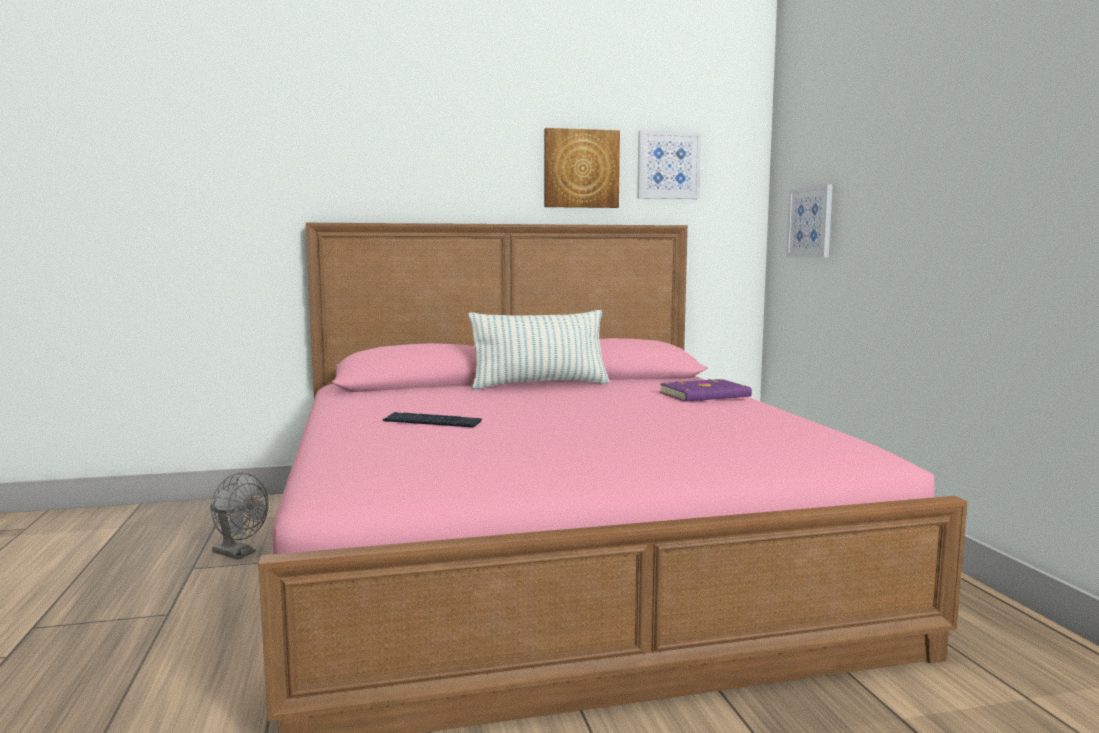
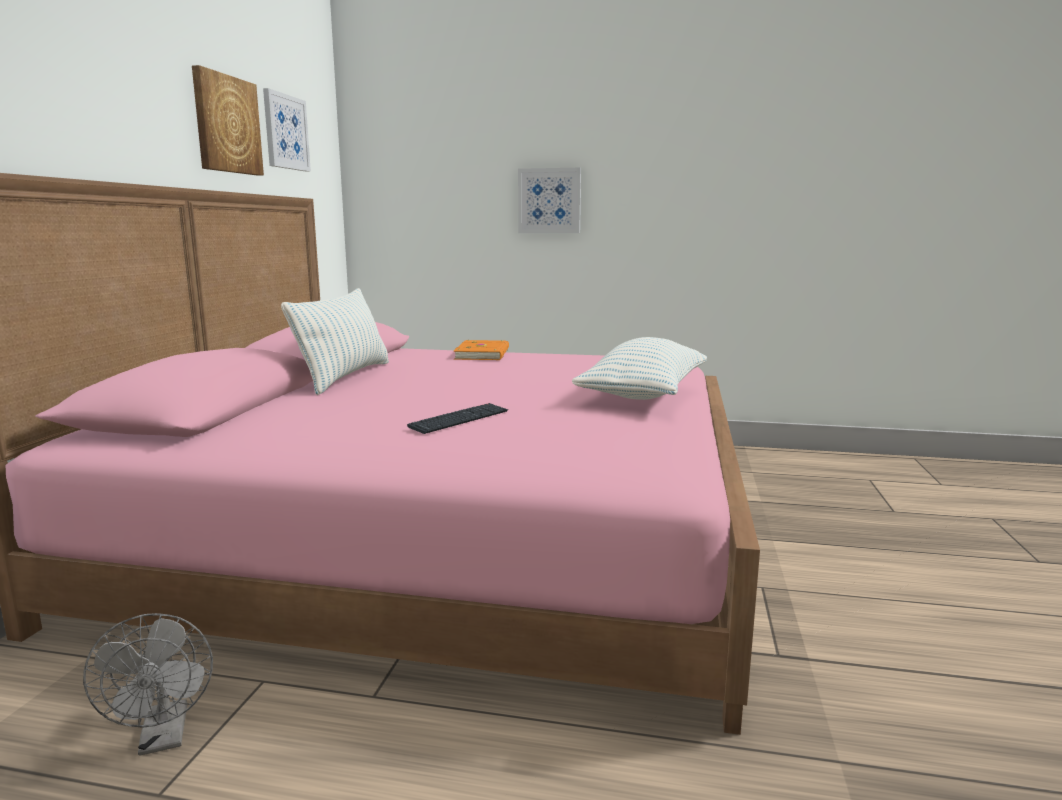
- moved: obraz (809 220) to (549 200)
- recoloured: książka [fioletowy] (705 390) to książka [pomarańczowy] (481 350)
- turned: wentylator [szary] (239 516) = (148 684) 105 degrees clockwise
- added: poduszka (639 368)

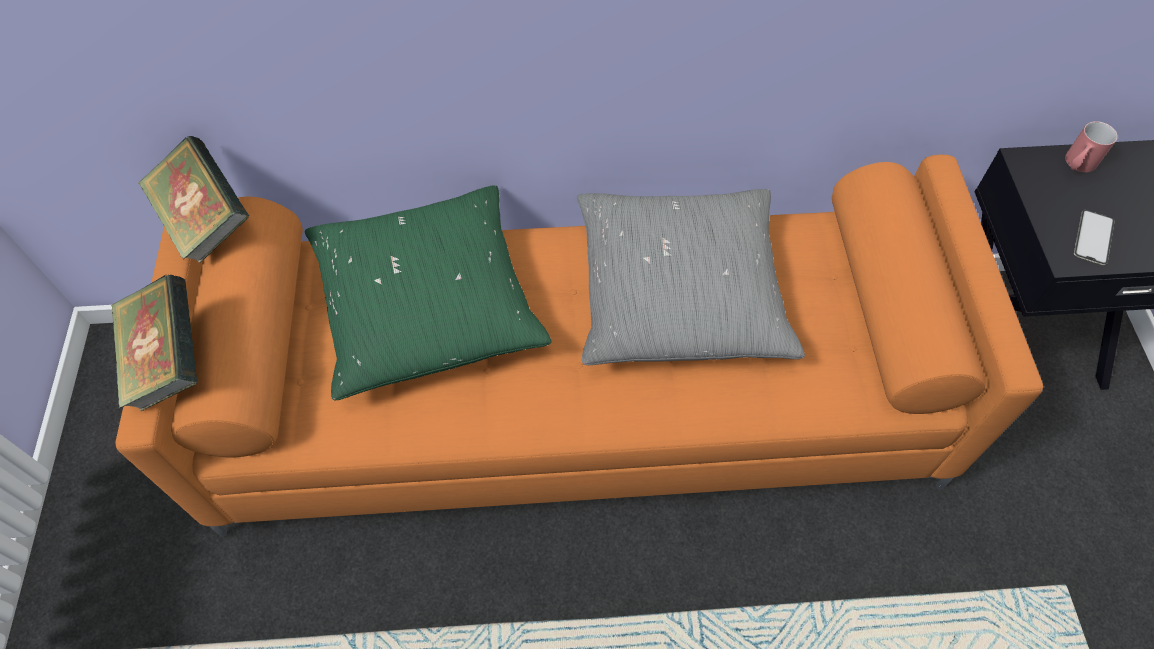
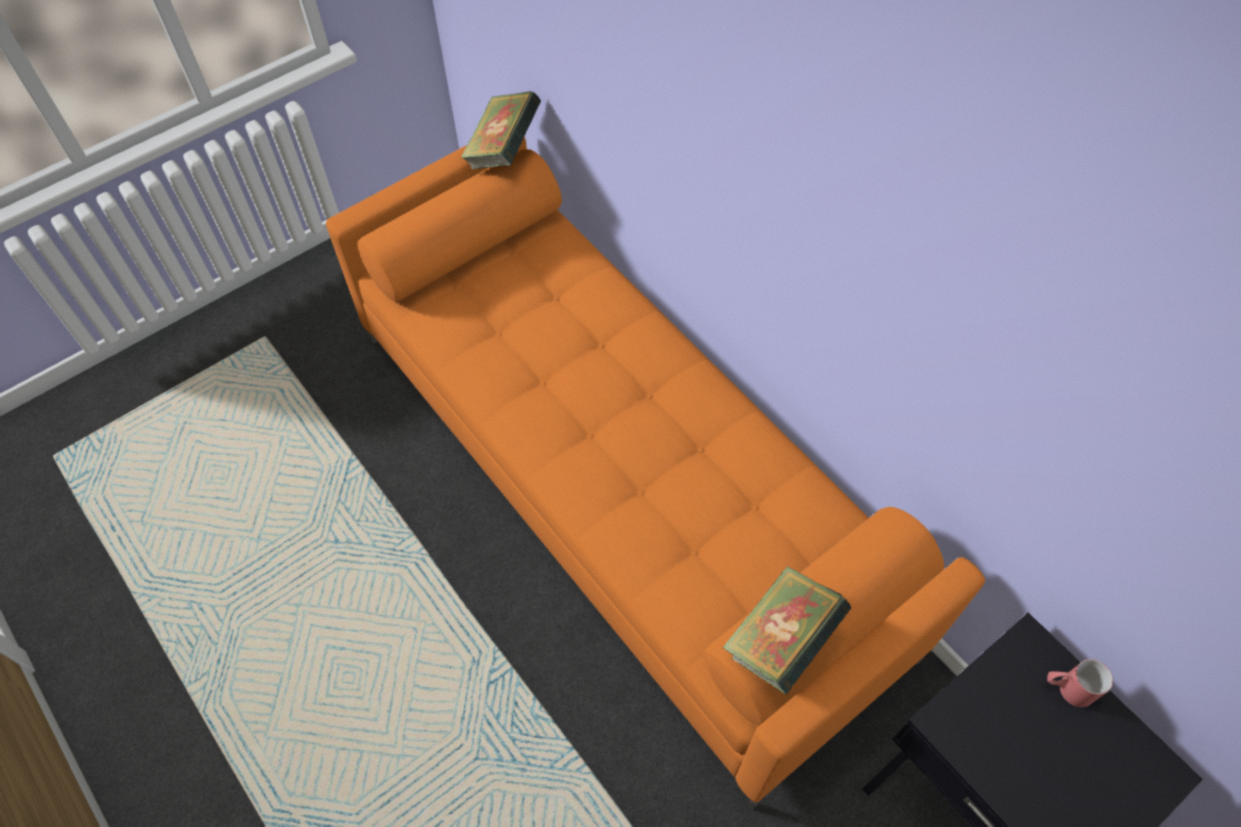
- removed: poduszka [zielony] (428 292)
- removed: poduszka [szary] (691 277)
- removed: telefon (1094 237)
- moved: książka (154 342) to (787 630)

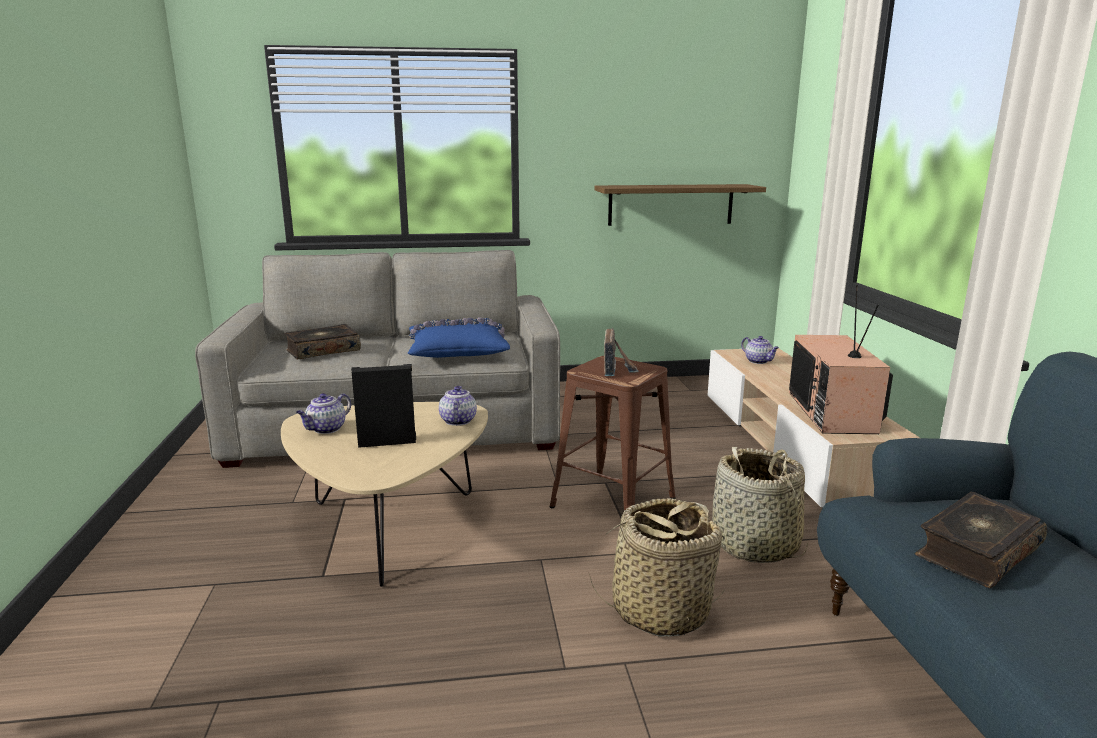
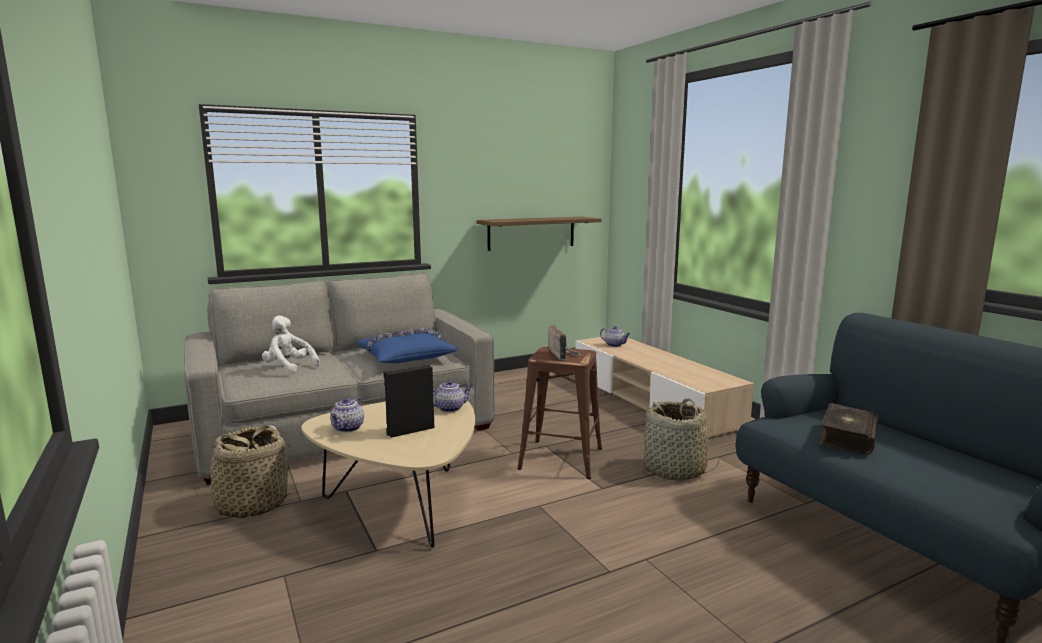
- removed: telewizor (841 359)
- replaced: książka (322 342) to pluszak [biały] (291 344)
- turned: imbryk (458 406) = (453 396) 90 degrees clockwise
- moved: koszyk (657 567) to (245 472)

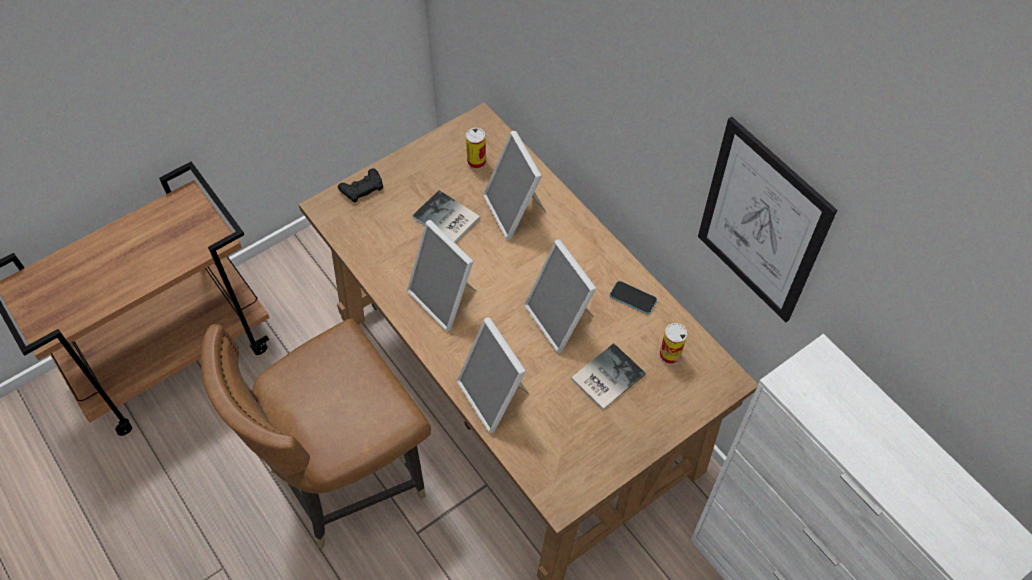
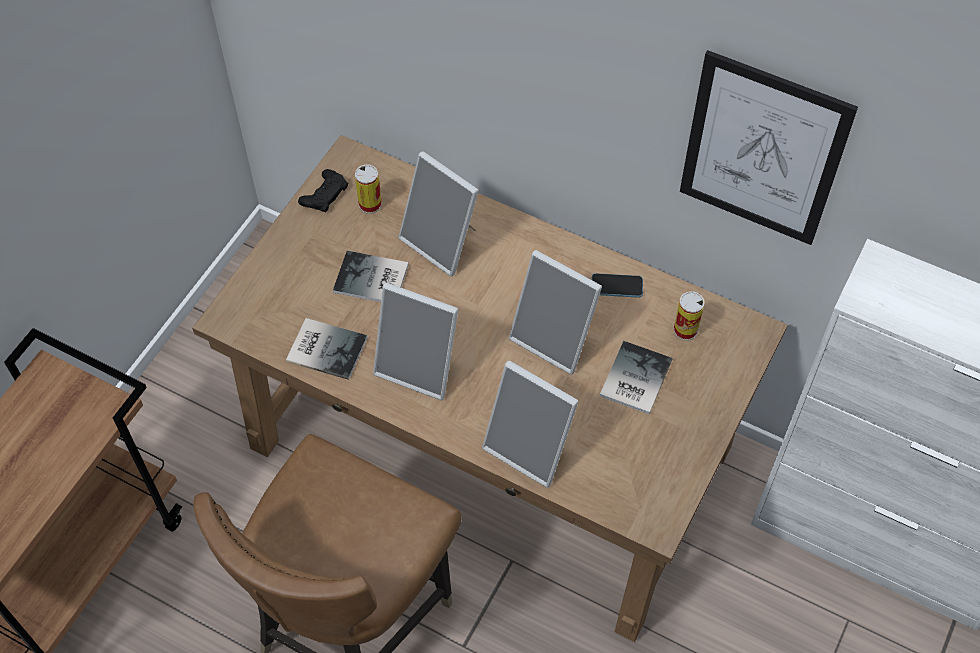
- moved: pad do gier [czarny] (360 185) to (323 190)
- added: książka (326 349)

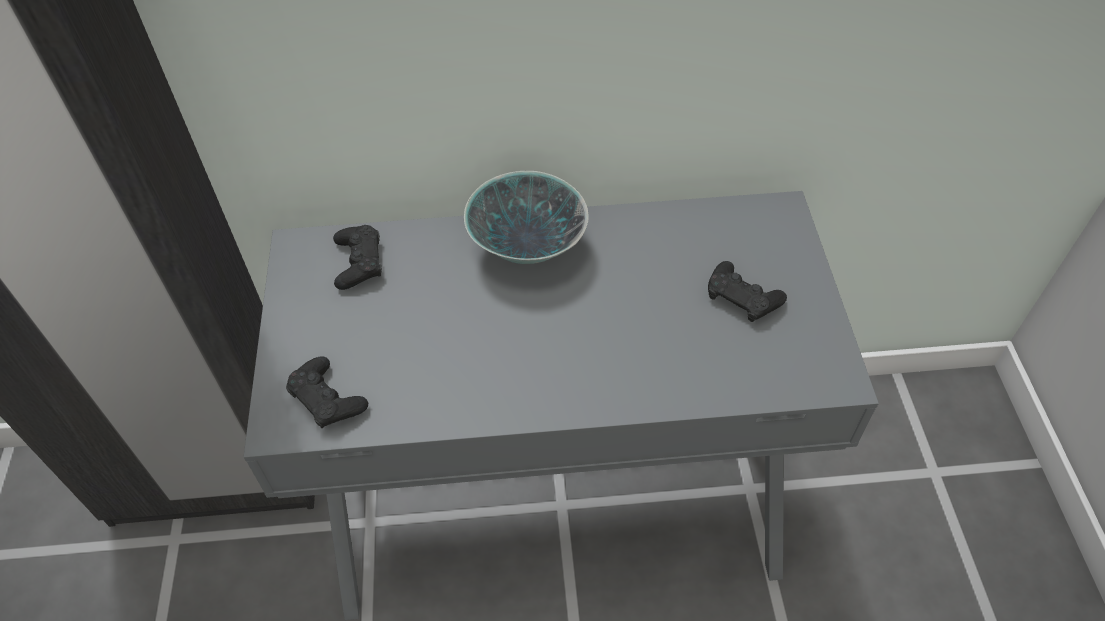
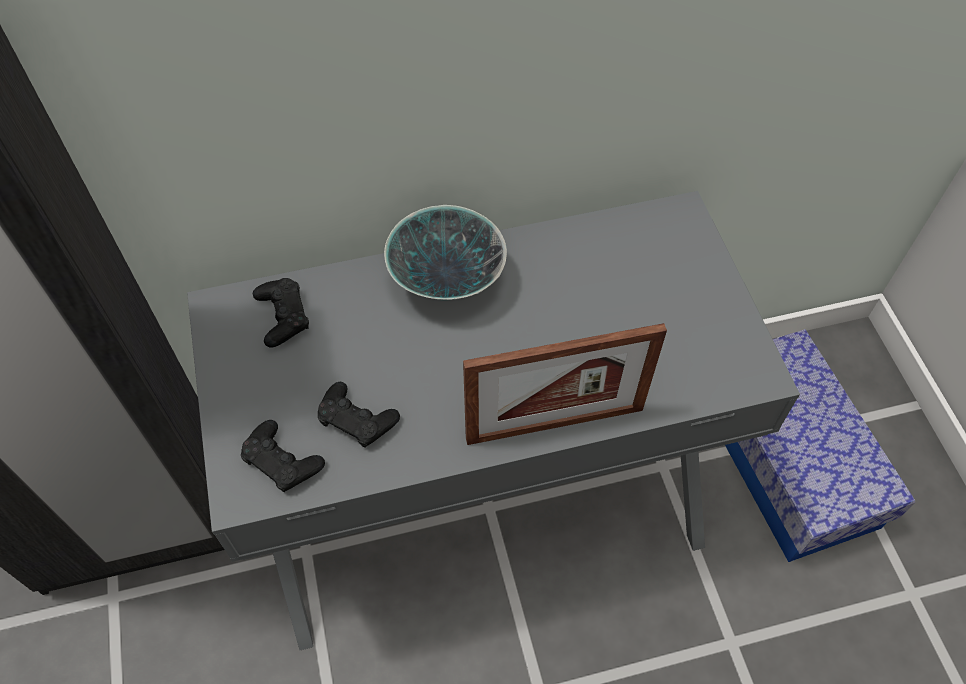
- moved: pad do gier [czarny] (747 291) to (359 415)
- added: ramka na zdjęcie (565 384)
- added: pojemnik do przechowywania (820 445)

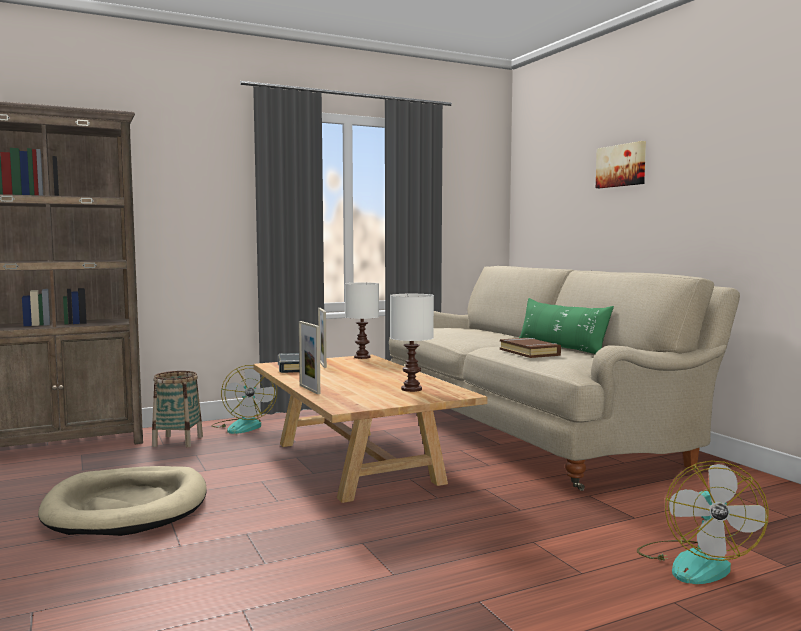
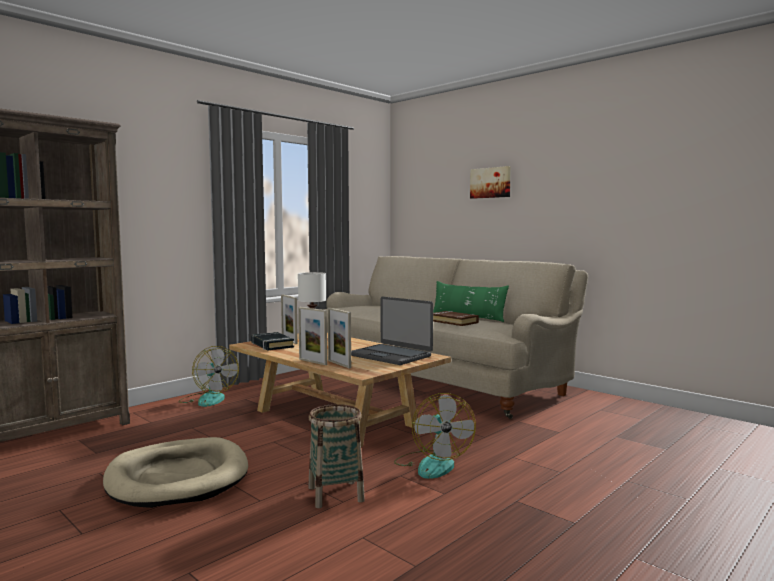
- replaced: lampa stołowa [biały] (412 343) to laptop (392 331)
- moved: koszyk (177 409) to (337 456)
- moved: wentylator (703 522) to (435 436)
- added: ramka na zdjęcie (339 338)

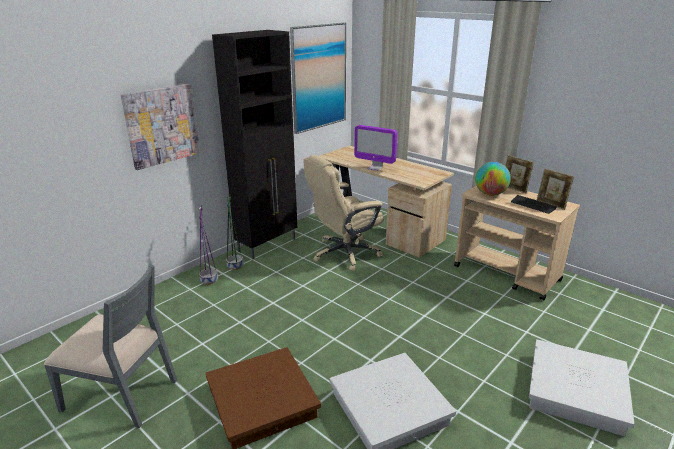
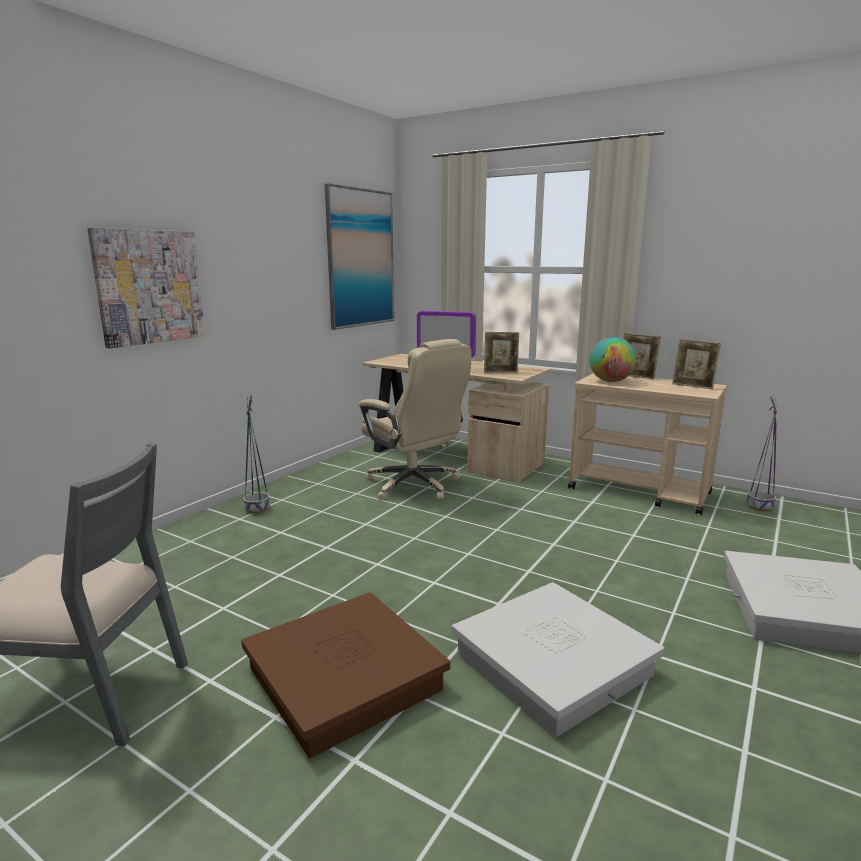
- removed: szafka [czarny] (254 144)
- turned: krzesło biurowe [beżowy] (343 213) = (415 419) 90 degrees counterclockwise
- removed: klawiatura (534 204)
- moved: donica [fioletowy] (208 245) to (761 453)
- added: ramka na zdjęcie (501 352)

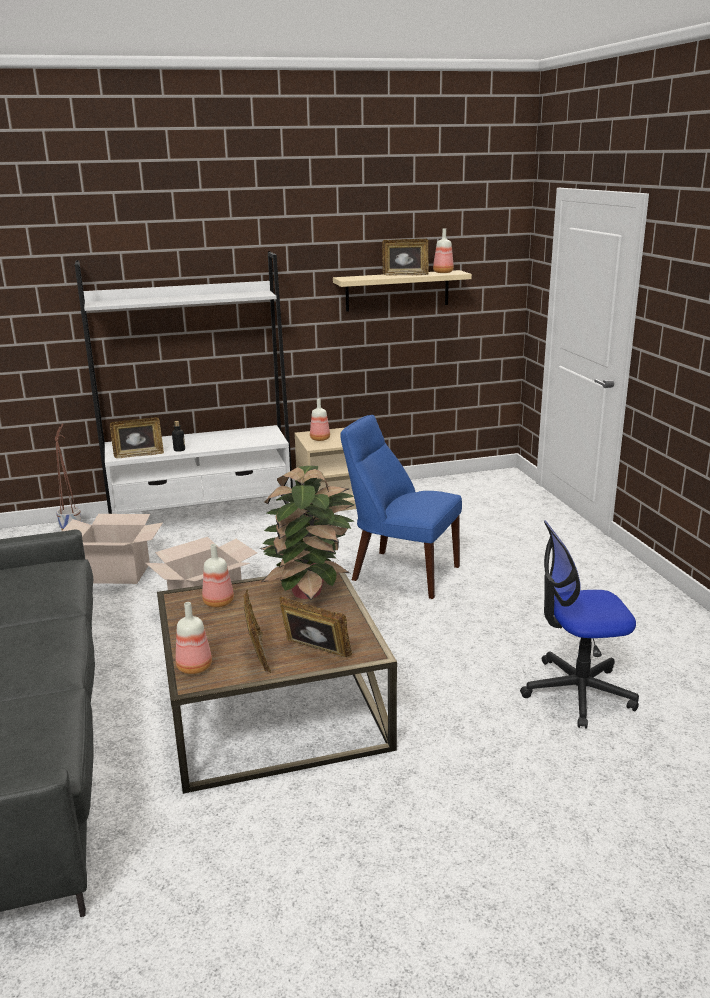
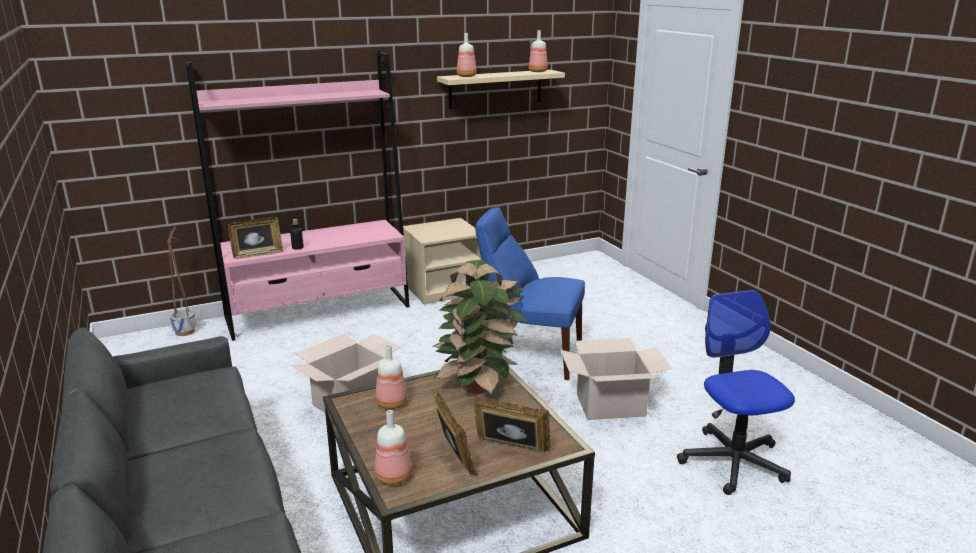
- removed: ramka na zdjęcie (405 257)
- recoloured: regał [biały] (184 382) to regał [różowy] (297 196)
- moved: butelka (320 419) to (467 55)
- moved: karton (112 549) to (616 379)
- turned: krzesło biurowe (579 625) = (736 392) 90 degrees clockwise

